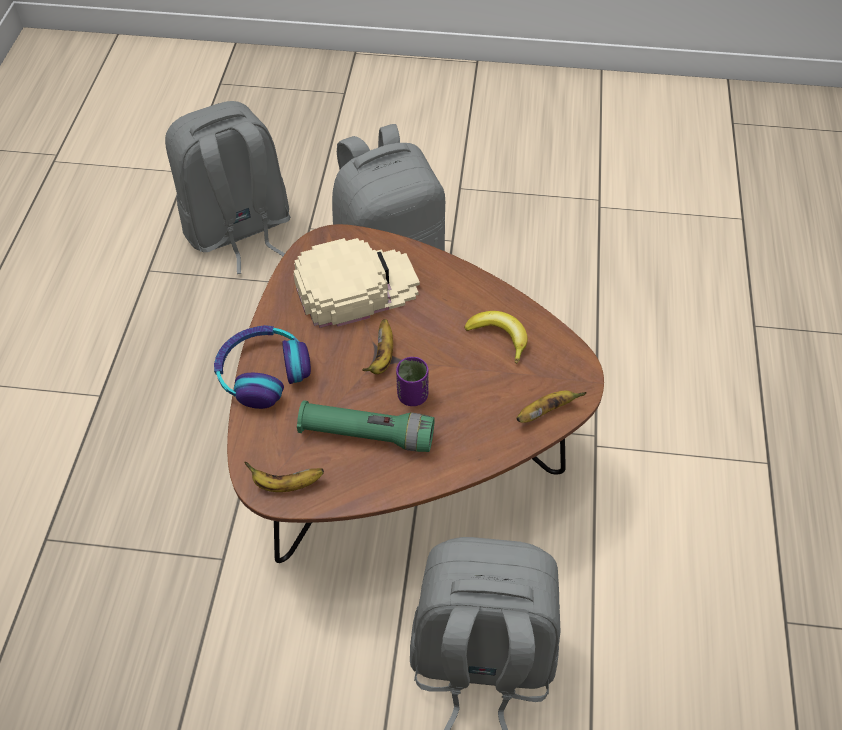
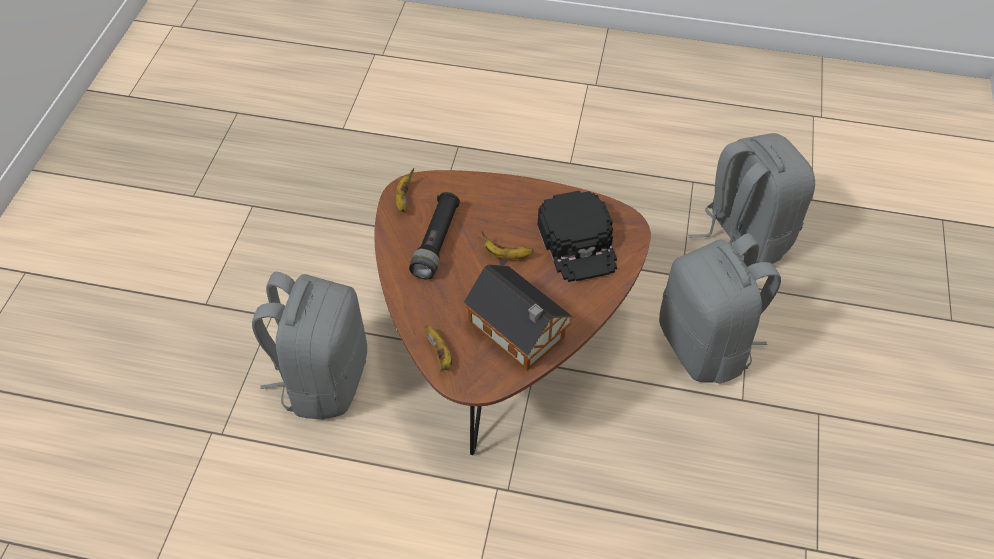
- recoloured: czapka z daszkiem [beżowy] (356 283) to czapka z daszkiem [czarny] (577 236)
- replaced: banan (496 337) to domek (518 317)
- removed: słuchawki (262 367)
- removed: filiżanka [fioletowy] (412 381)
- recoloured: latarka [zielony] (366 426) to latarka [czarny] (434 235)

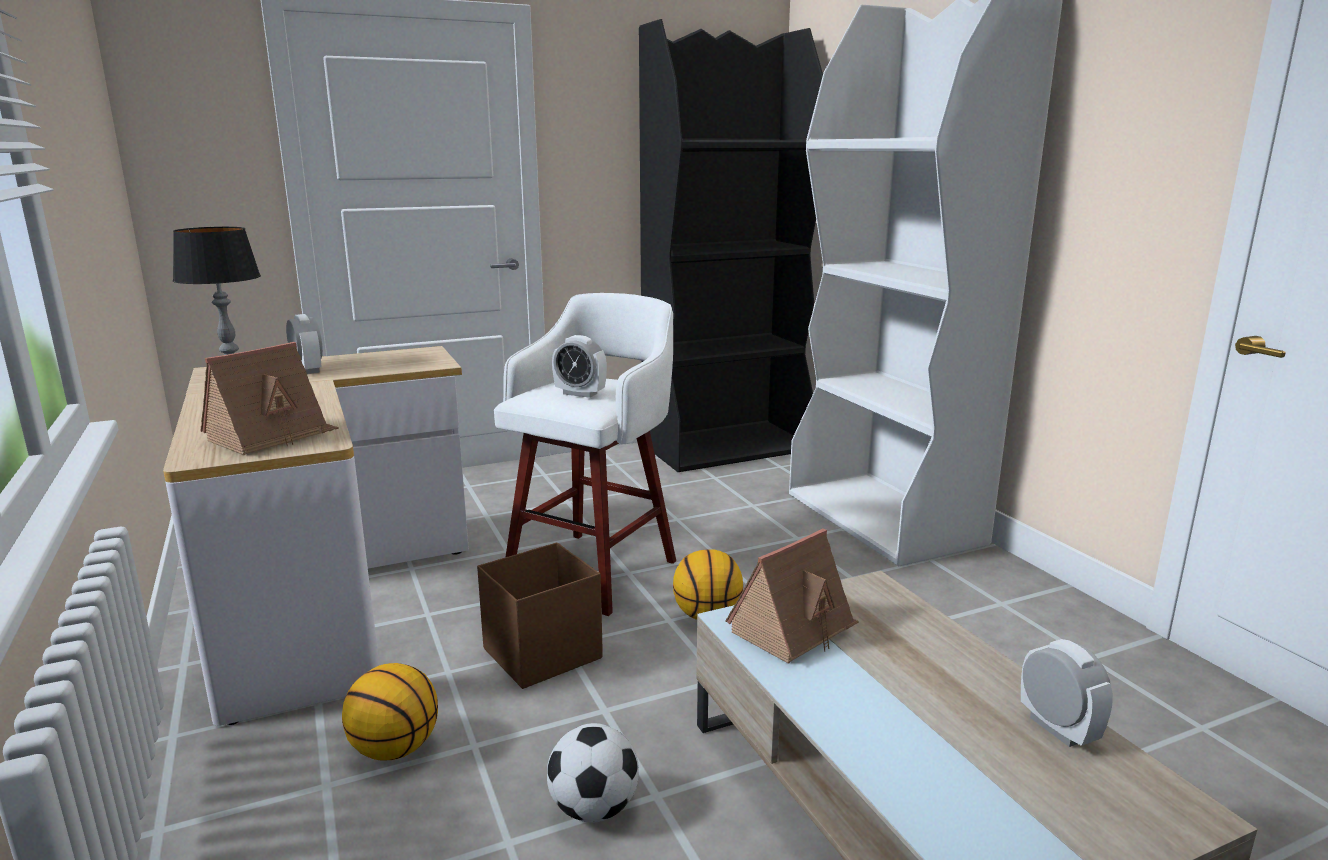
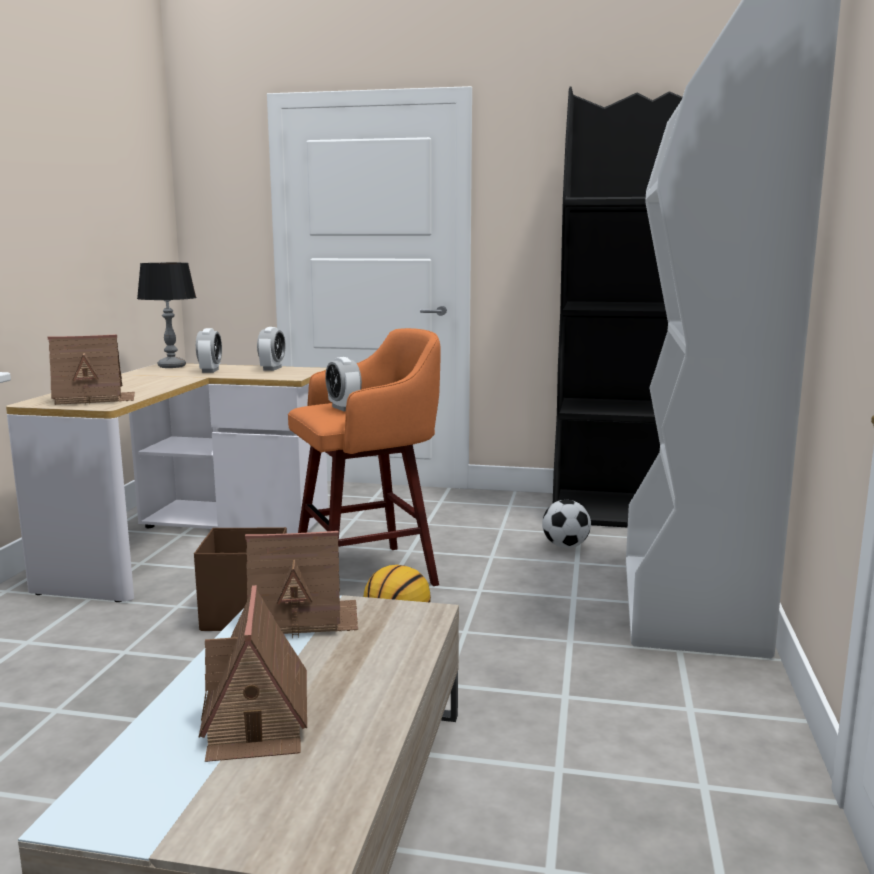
- recoloured: stołek [biały] (585 454) to stołek [pomarańczowy] (364 457)
- moved: budzik (1067 693) to (271 349)
- removed: piłka do koszykówki (390 712)
- moved: piłka futbolowa (593 773) to (566 524)
- added: domek (253 673)

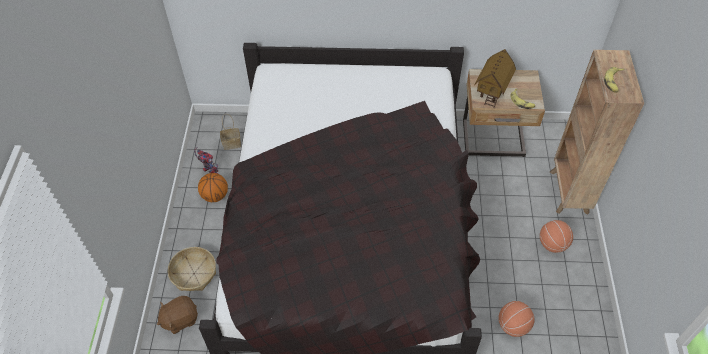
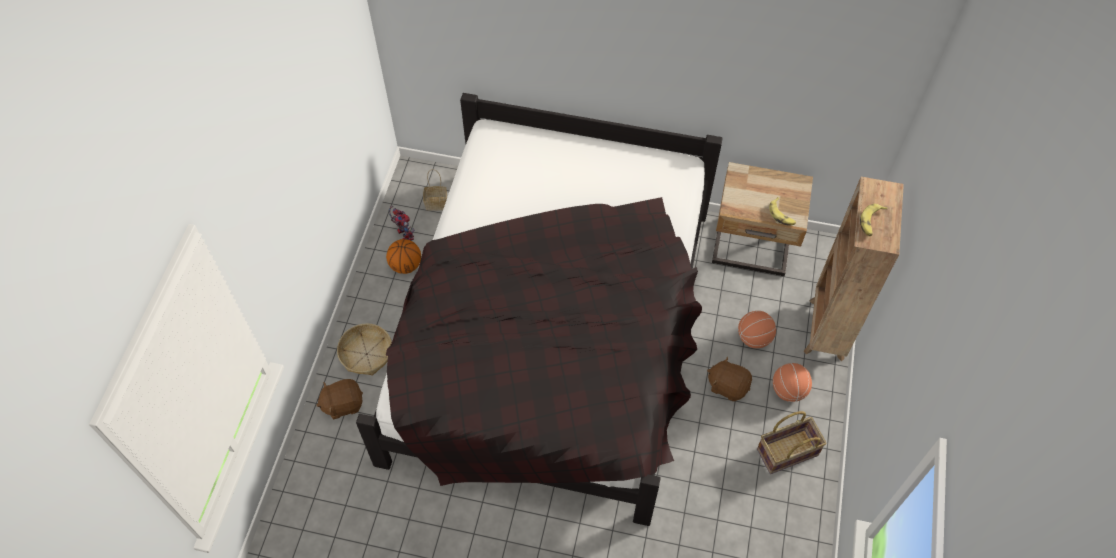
- removed: domek (495 78)
- moved: piłka do koszykówki (516 319) to (757 329)
- added: pluszak [brązowy] (729 378)
- added: koszyk (791 442)

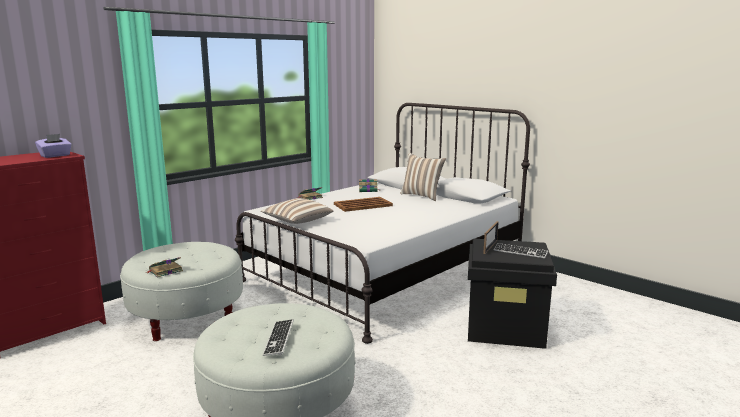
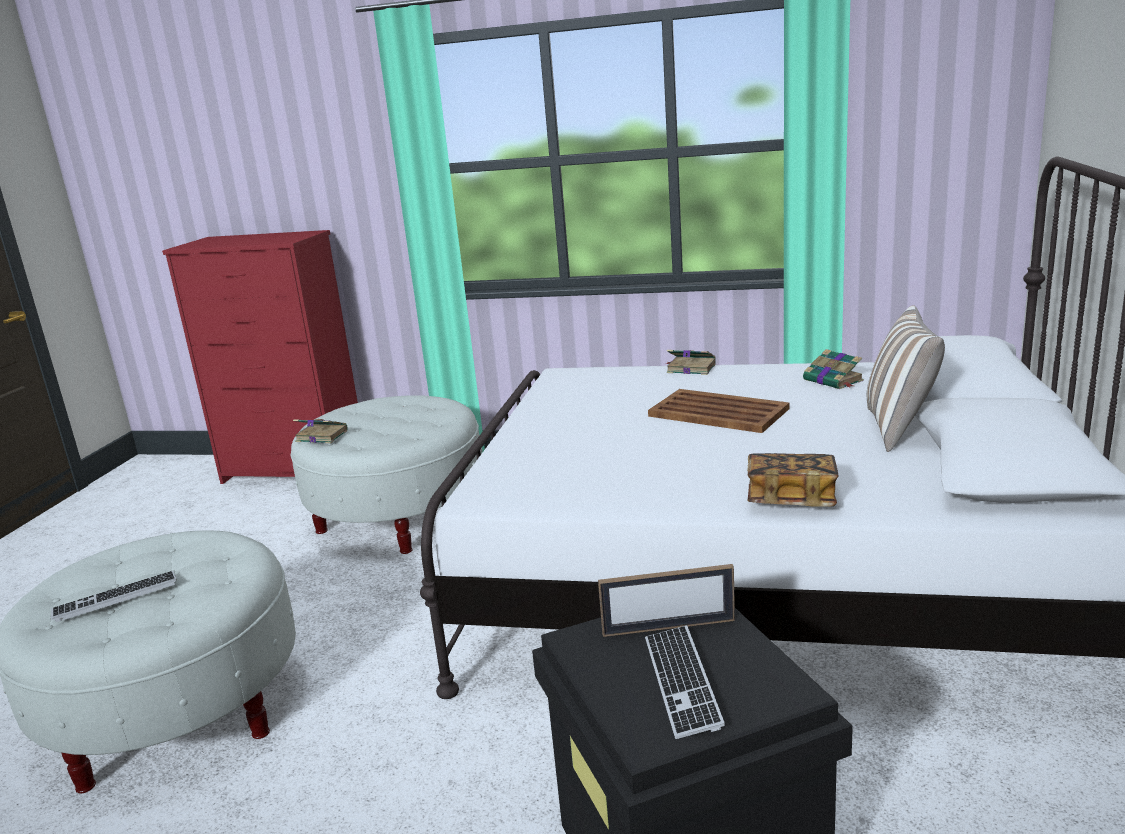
- removed: pudełko chusteczek [fioletowy] (53 146)
- removed: poduszka (297 211)
- added: książka (792 480)

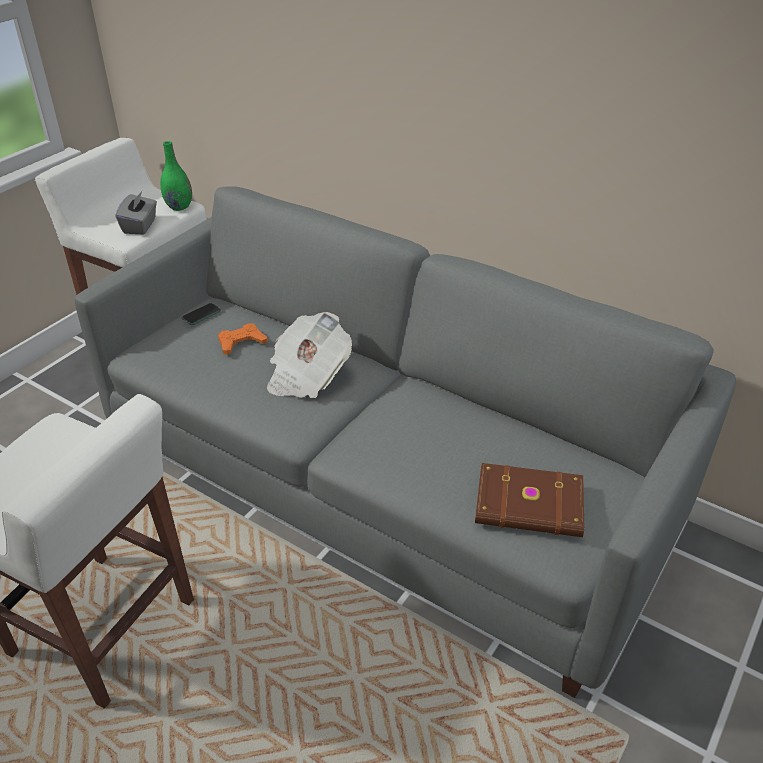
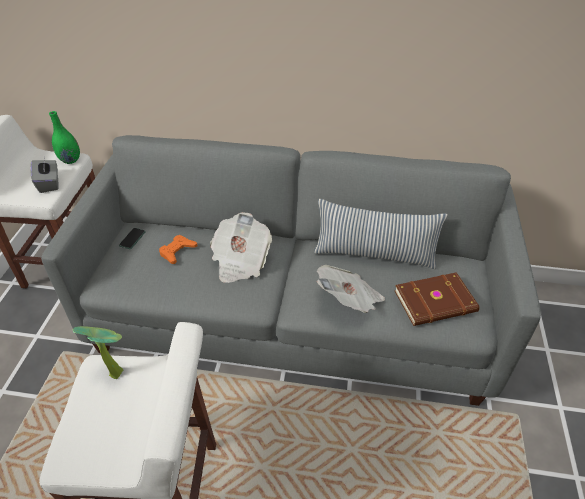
- added: poduszka (381 234)
- added: gazeta (351 289)
- added: roślina doniczkowa (98 352)

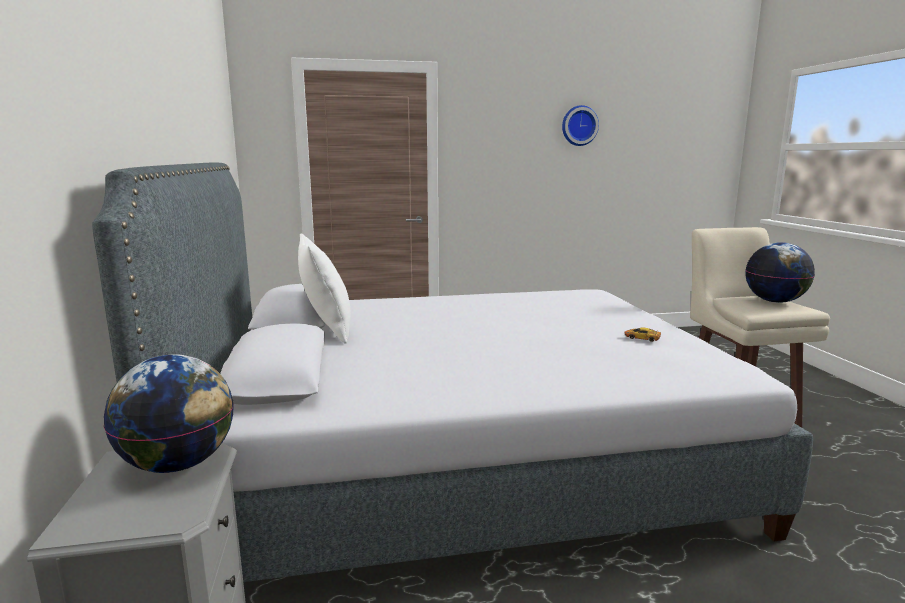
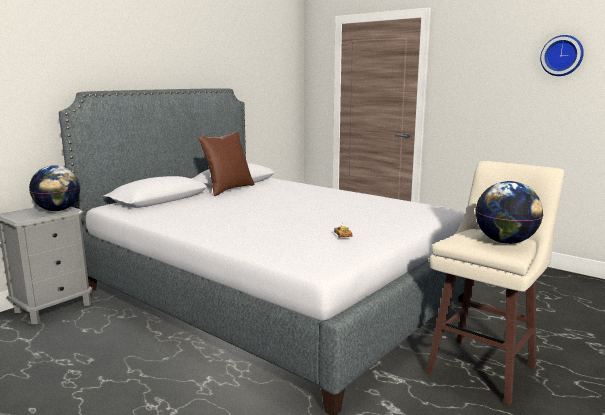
- recoloured: poduszka [biały] (324 289) to poduszka [brązowy] (226 164)

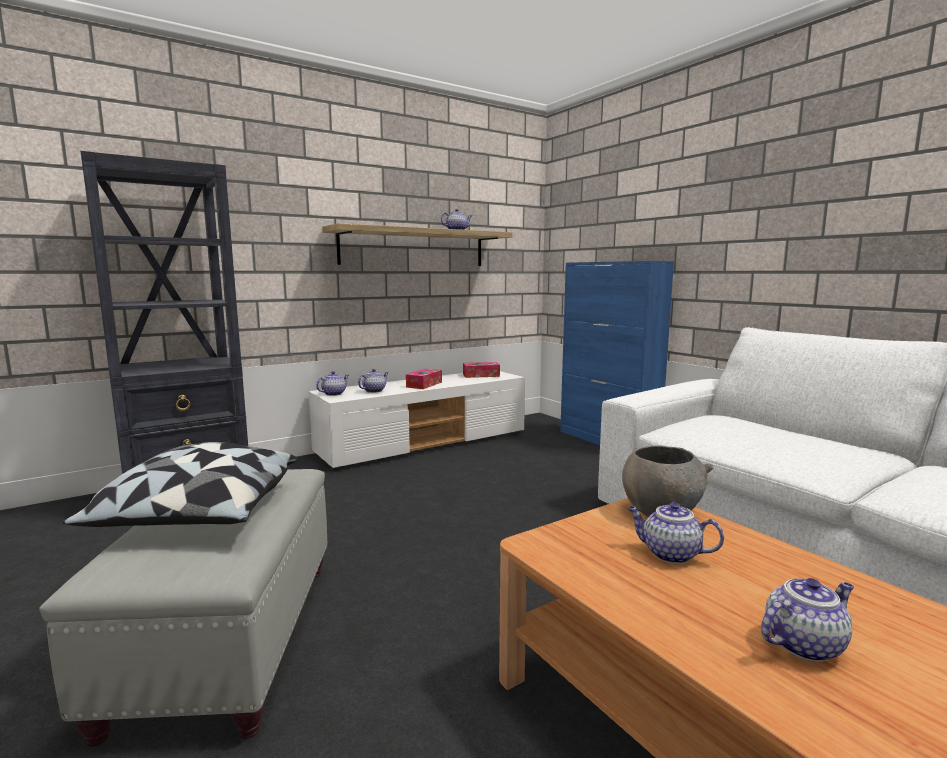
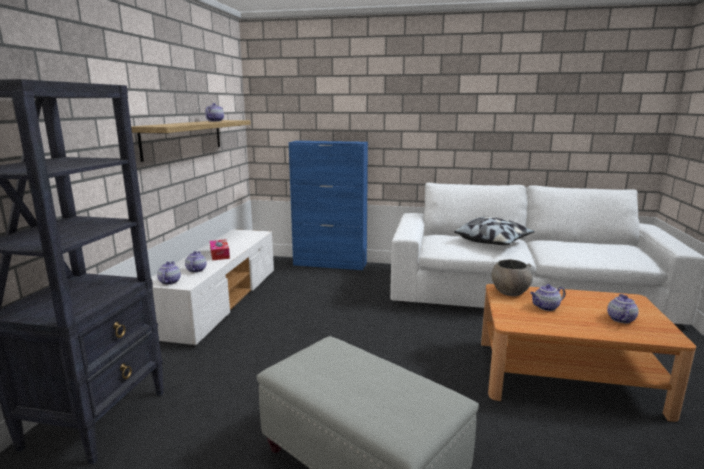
- removed: pudełko chusteczek (481 370)
- moved: poduszka (180 484) to (494 231)

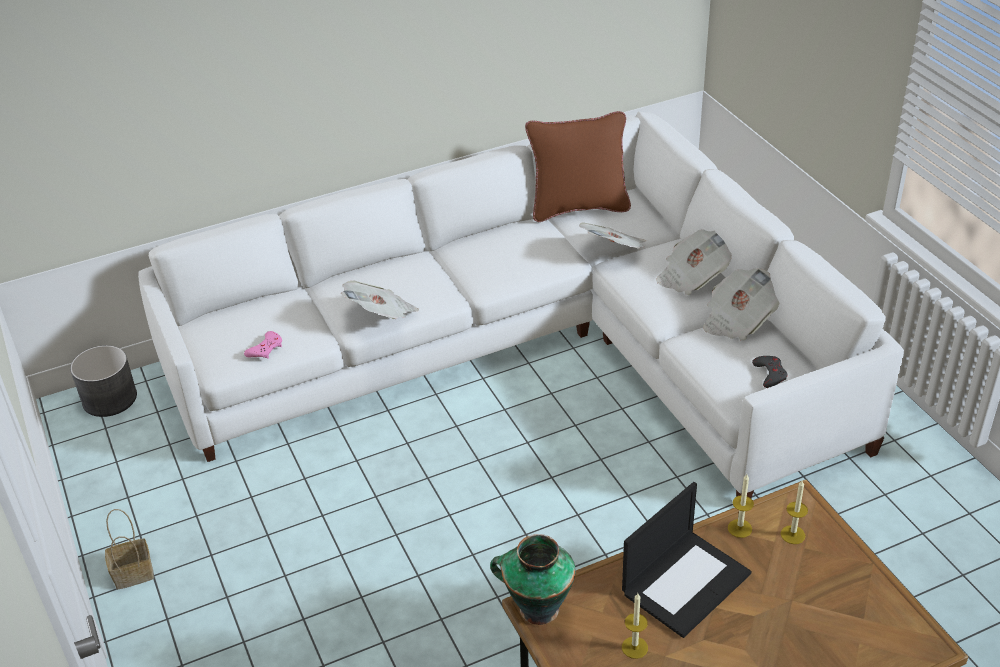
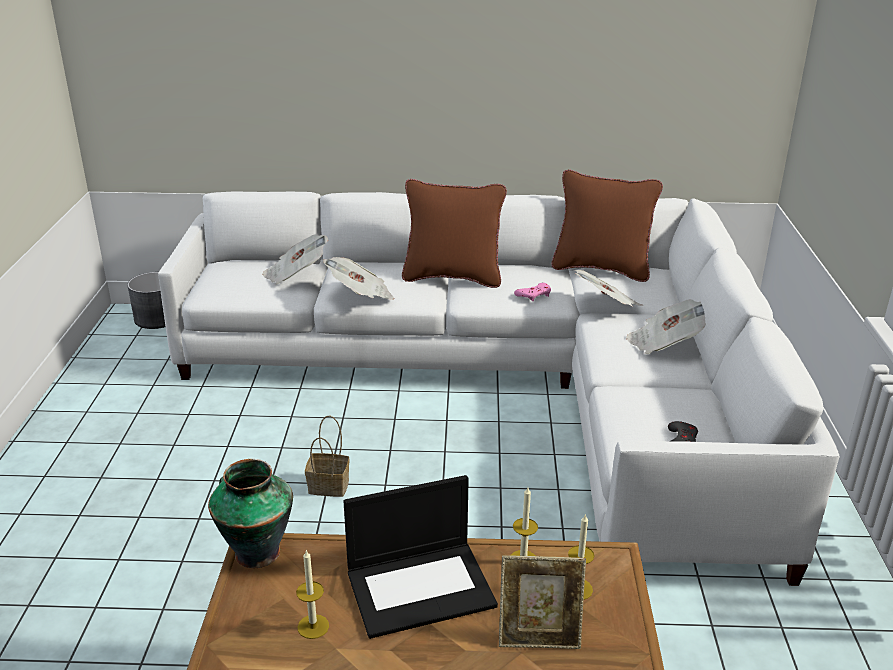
- moved: gazeta (741 304) to (295 259)
- moved: pad do gier [różowy] (263 345) to (532 292)
- moved: koszyk (129 549) to (327 456)
- added: poduszka [brązowy] (454 233)
- added: ramka na zdjęcie (542 602)

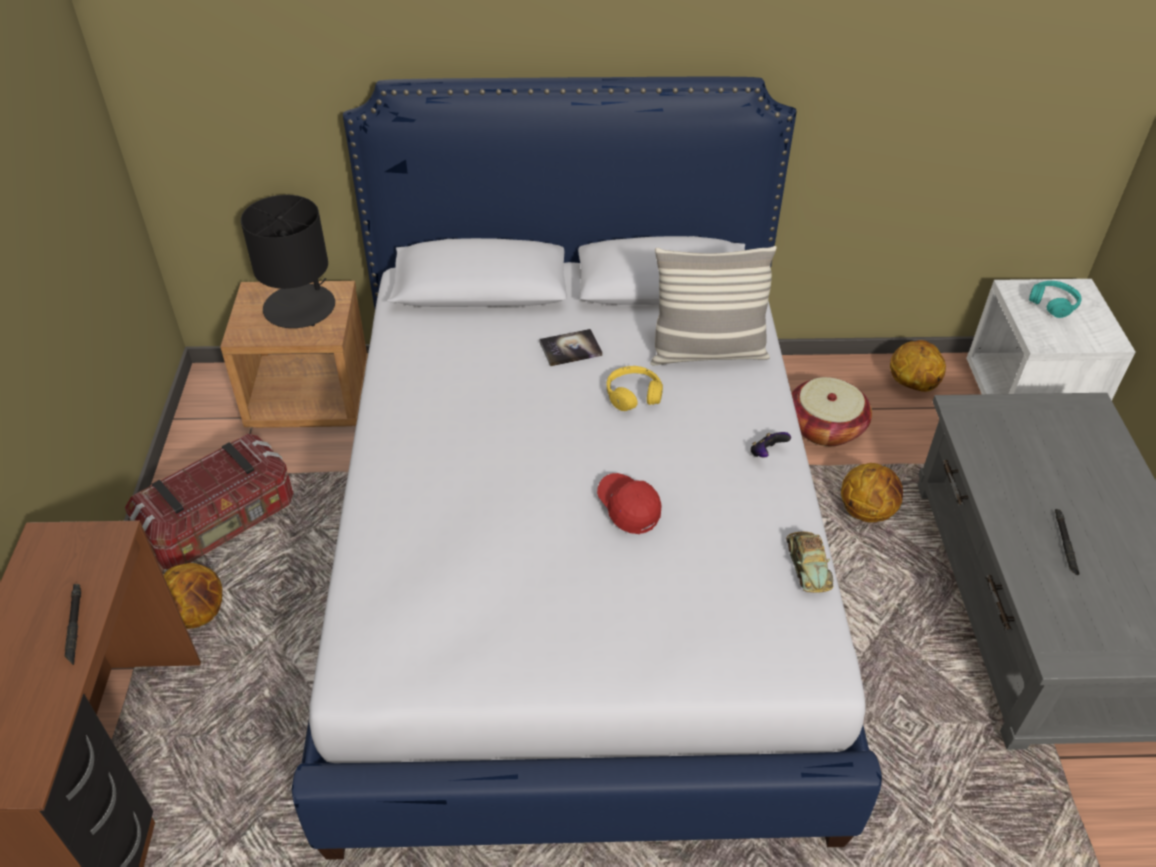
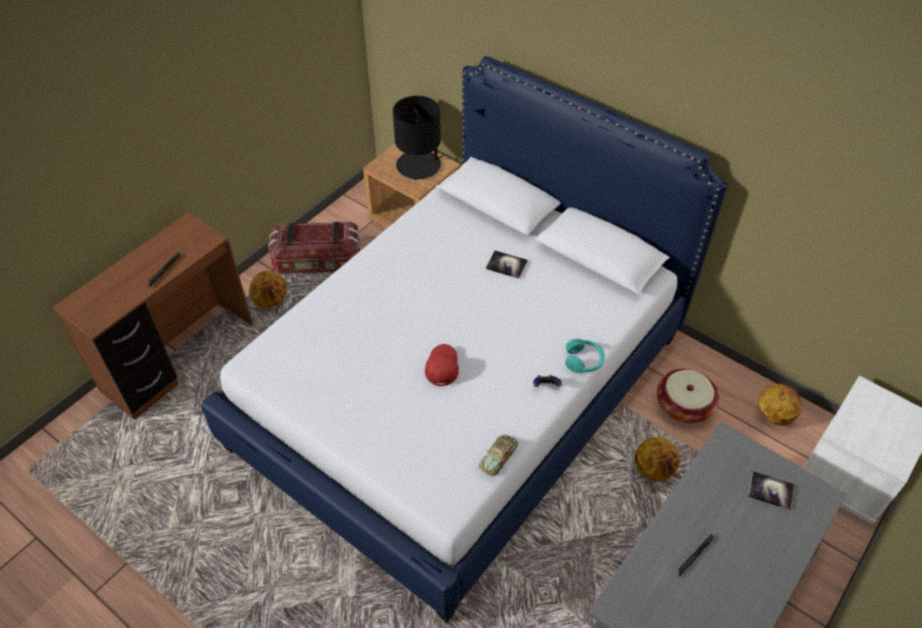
- removed: poduszka (713 305)
- moved: słuchawki [turkusowy] (1055 299) to (585 356)
- removed: słuchawki [żółty] (635 388)
- added: książka (771 490)

